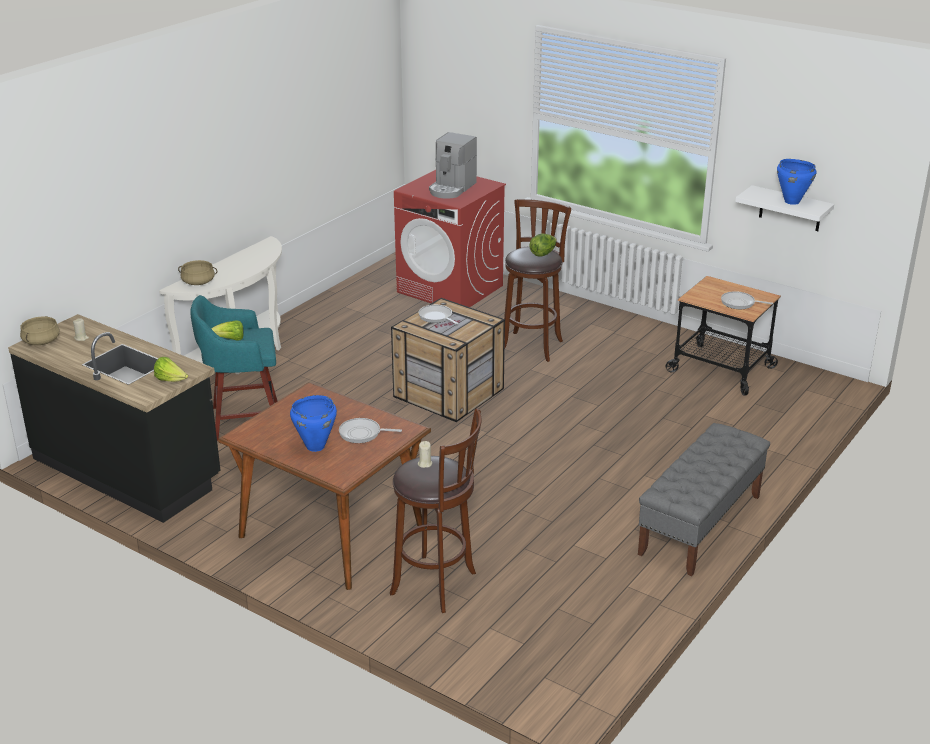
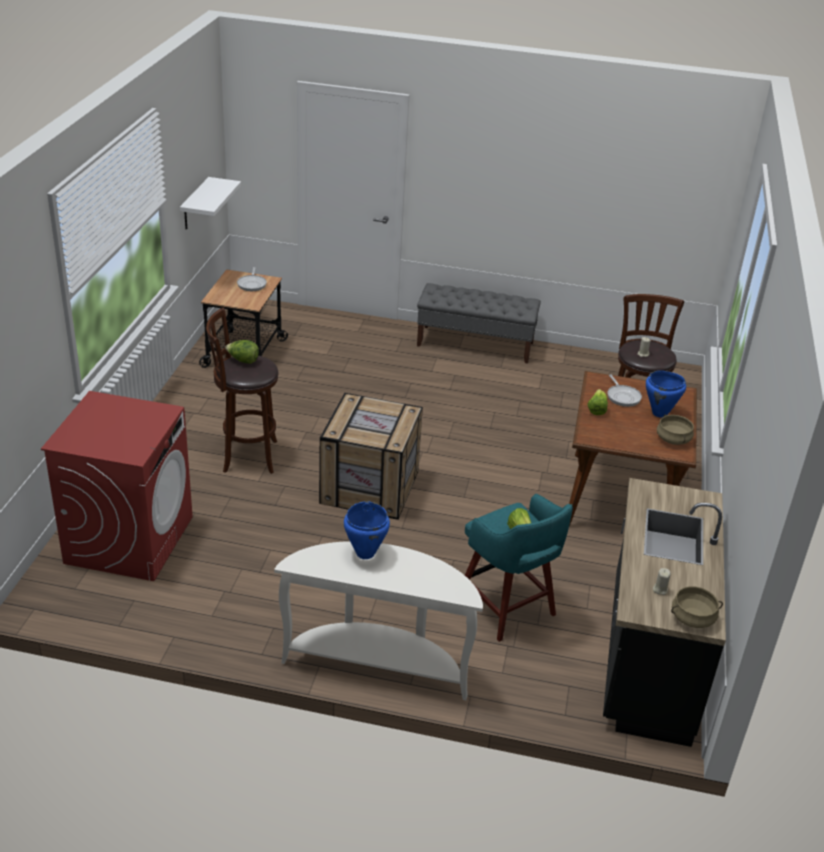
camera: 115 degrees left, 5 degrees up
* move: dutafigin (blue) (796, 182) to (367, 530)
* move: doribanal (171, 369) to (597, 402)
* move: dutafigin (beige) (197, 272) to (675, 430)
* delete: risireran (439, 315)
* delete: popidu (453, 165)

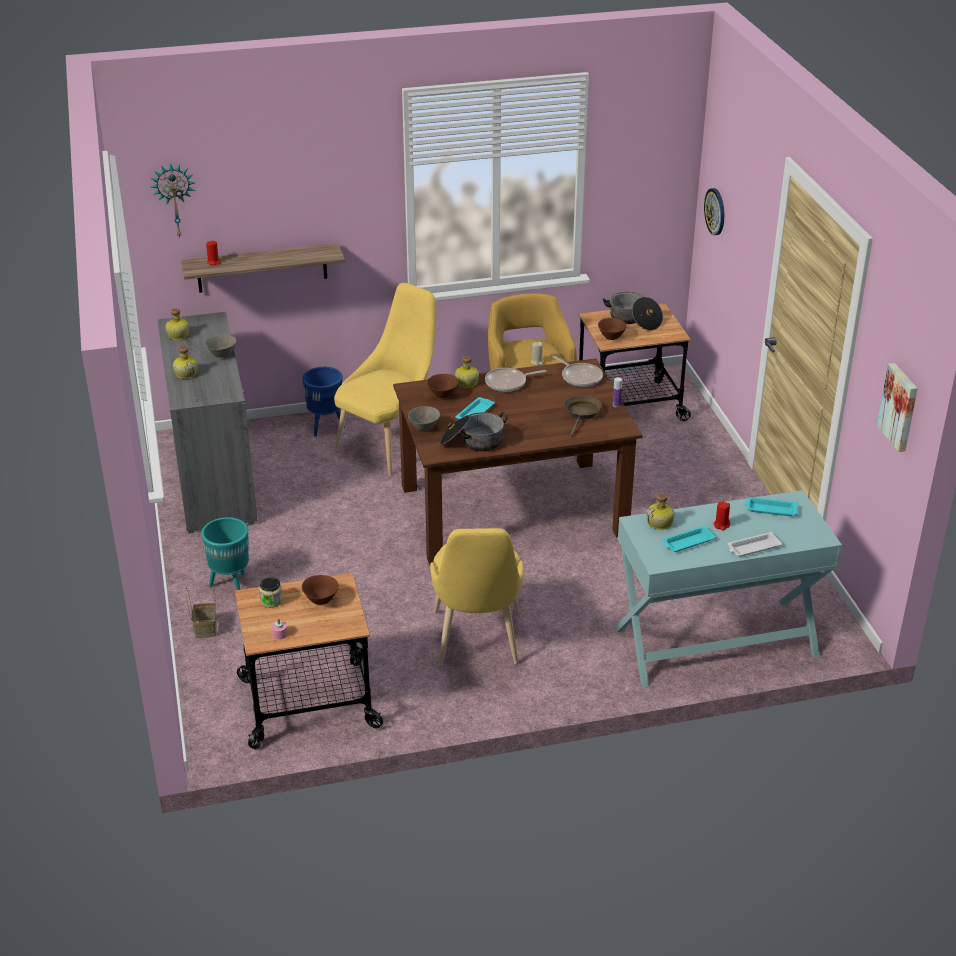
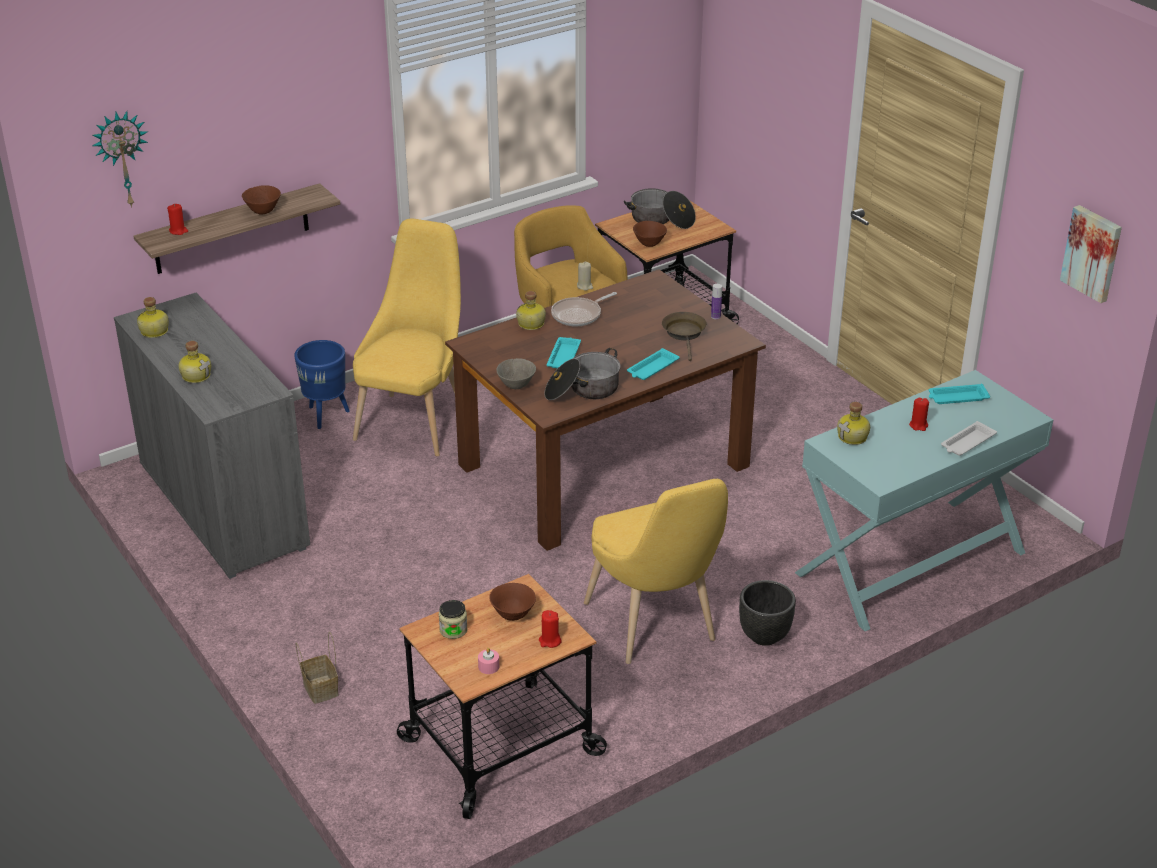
camera: 20 degrees left, 0 degrees up
* move: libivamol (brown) (442, 386) to (261, 200)
* insert: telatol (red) (550, 629)
* move: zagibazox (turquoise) (689, 539) to (653, 364)
* insert: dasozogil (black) (767, 613)
* delete: dasozogil (turquoise) (225, 553)
* delete: libivamol (grey) (220, 346)
* delete: risireran (578, 371)
* delete: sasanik (714, 211)

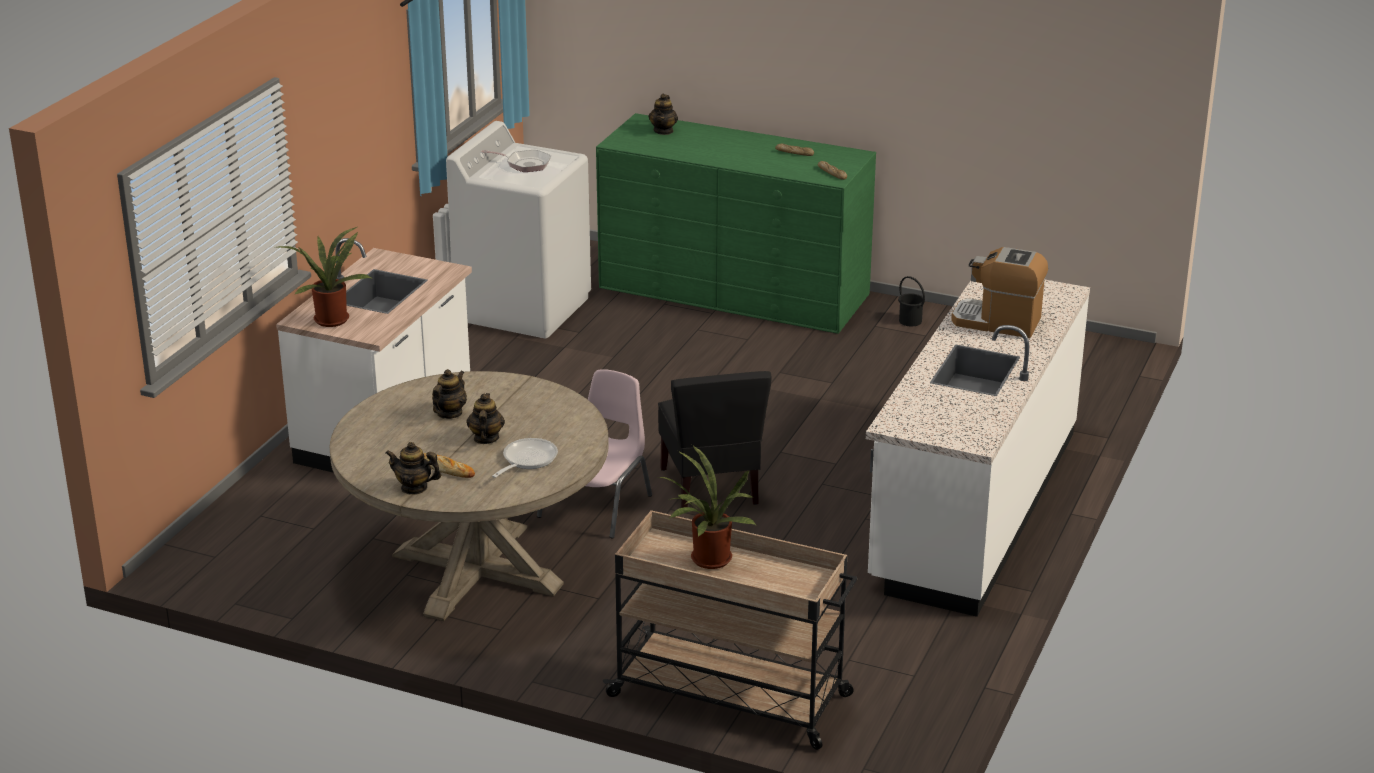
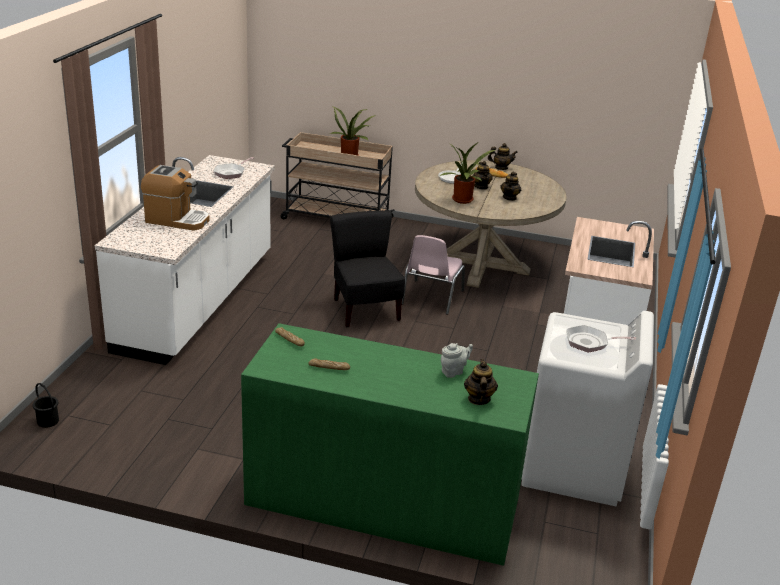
camera: 170 degrees right, 0 degrees up
* move: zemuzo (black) (911, 301) to (46, 405)
* insert: risireran (234, 168)
* move: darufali (324, 277) to (467, 173)
* insert: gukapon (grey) (457, 360)

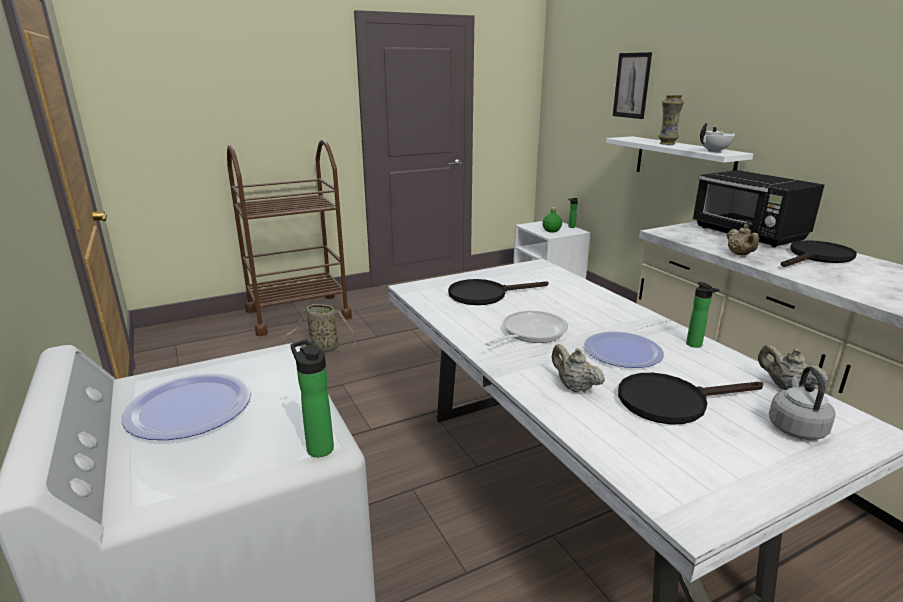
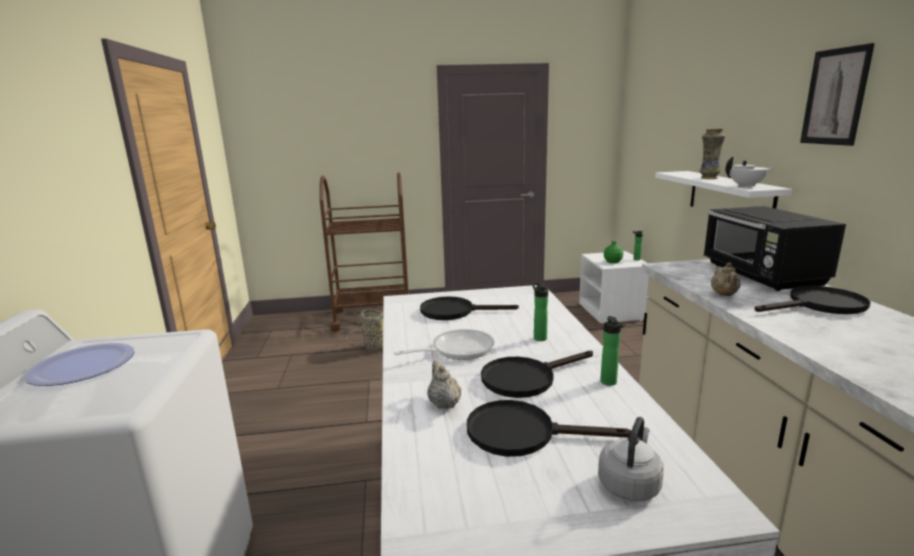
camera: 20 degrees right, 5 degrees down
* replace: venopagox (624, 350) to risireran (black) (537, 374)
* move: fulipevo (312, 398) to (540, 312)
* move: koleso (632, 85) to (837, 94)
* delete: gukapon (beige) (793, 367)

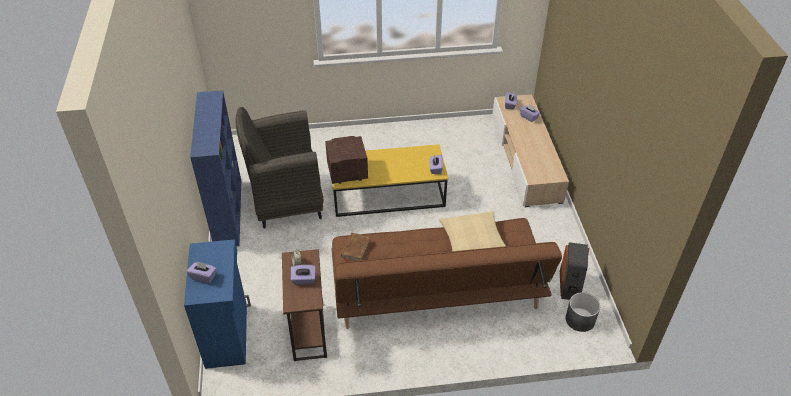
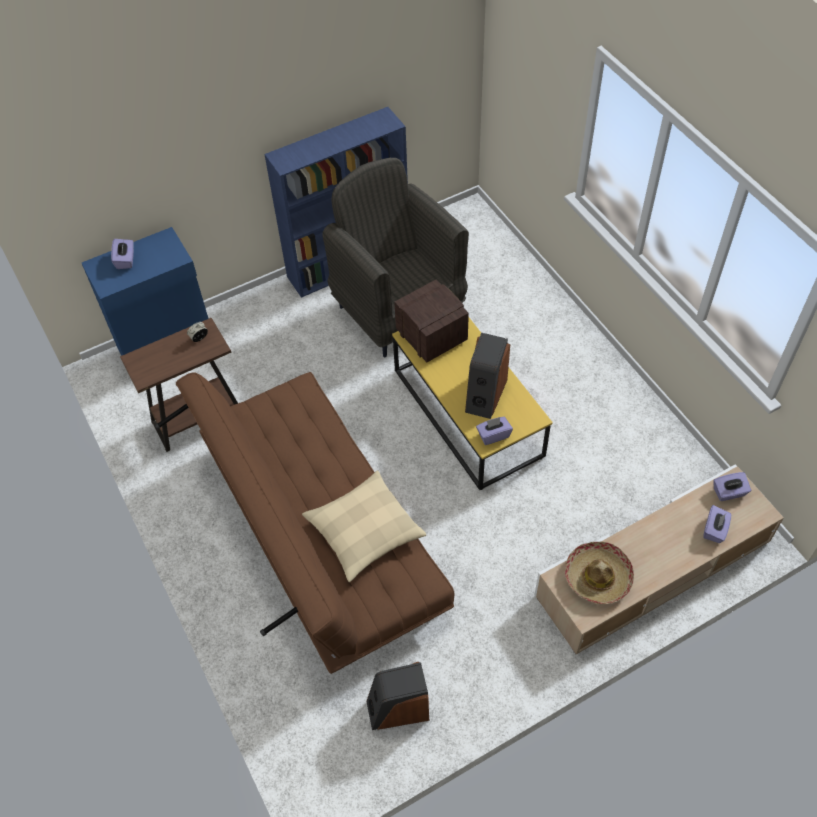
camera: 70 degrees right, 10 degrees up
* insert: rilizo (487, 375)
* insert: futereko (599, 573)
* delete: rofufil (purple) (303, 275)
* delete: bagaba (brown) (355, 247)
* delete: dasozogil (grey) (583, 312)

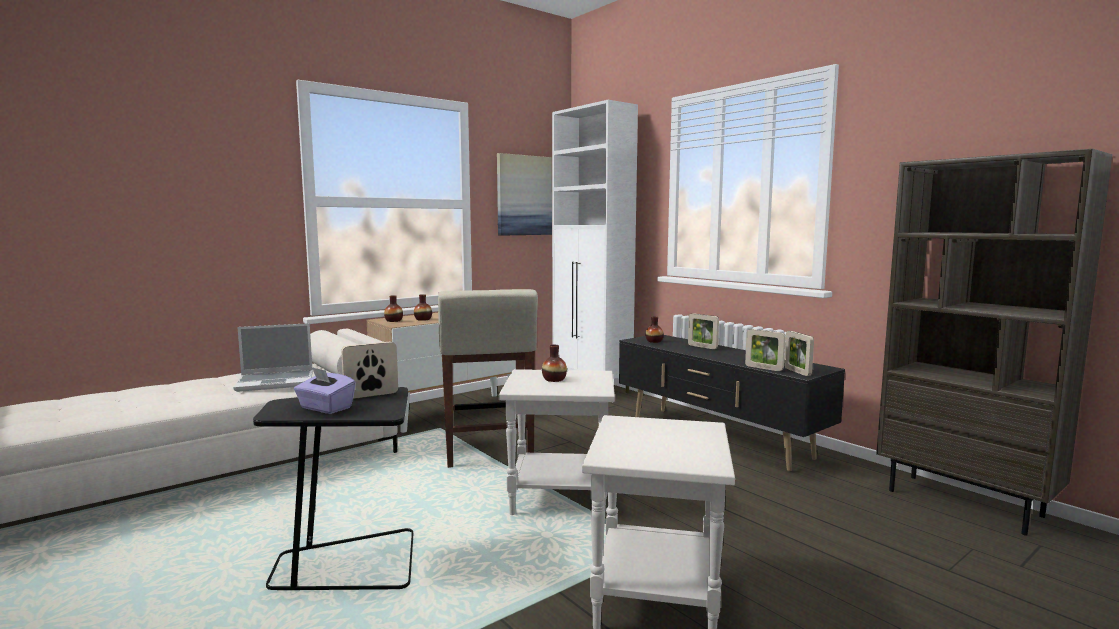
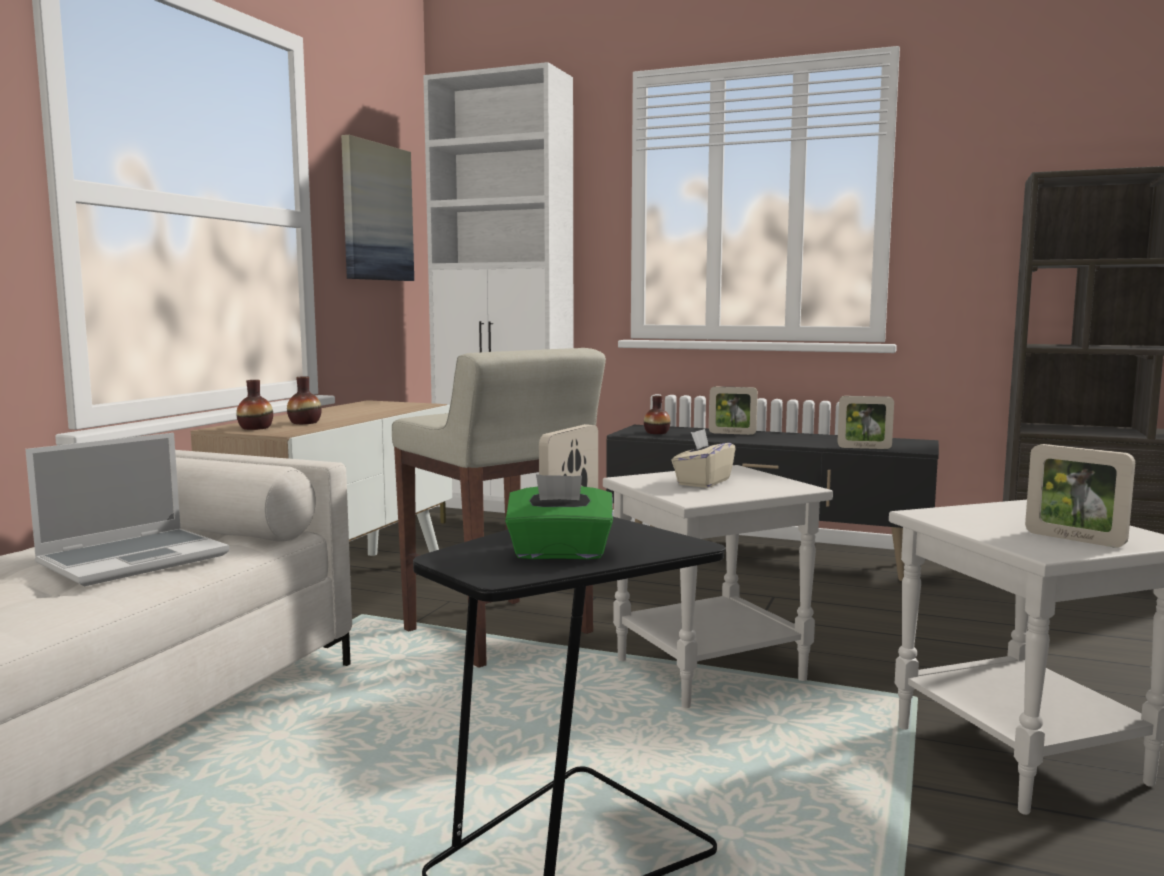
camera: 30 degrees left, 0 degrees up
* recolor: rofufil (purple) (325, 390) to rofufil (green) (559, 516)
* replace: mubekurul (554, 363) to rofufil (beige) (703, 458)
* move: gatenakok (799, 353) to (1080, 496)

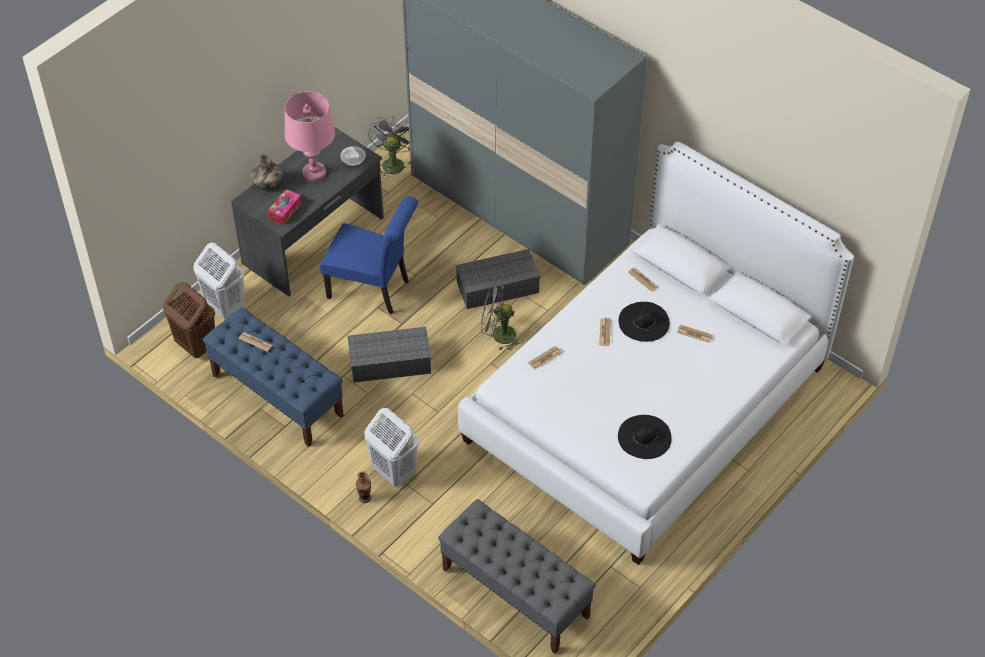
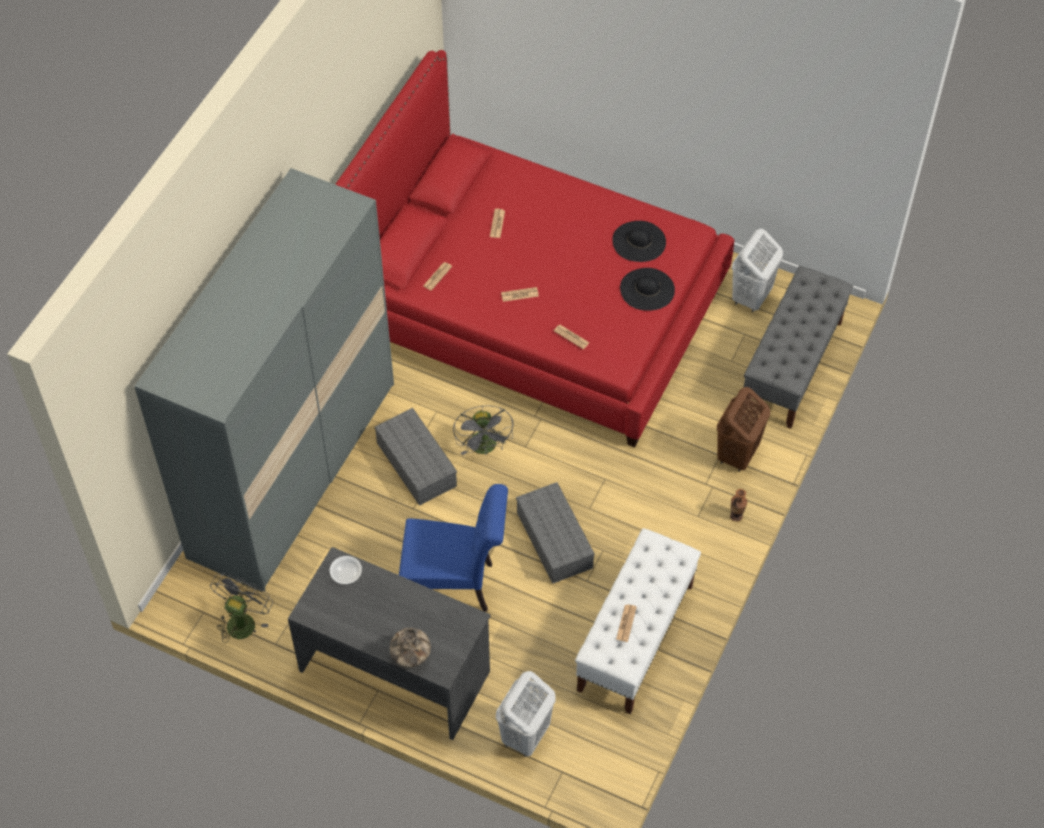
camera: 105 degrees left, 5 degrees up
* rotate: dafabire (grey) (389, 147) = (241, 608) 120 degrees clockwise
* recolor: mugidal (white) (656, 353) to mugidal (red) (534, 248)
* rotate: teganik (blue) (369, 255) = (453, 548) 90 degrees clockwise
* recolor: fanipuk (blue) (273, 377) to fanipuk (white) (638, 621)
* move: futereko (black) (644, 322) to (647, 289)
* move: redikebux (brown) (189, 320) to (743, 429)
* move: redikebux (white) (391, 447) to (757, 270)
* delete: rofufil (284, 207)
* delete: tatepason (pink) (310, 136)

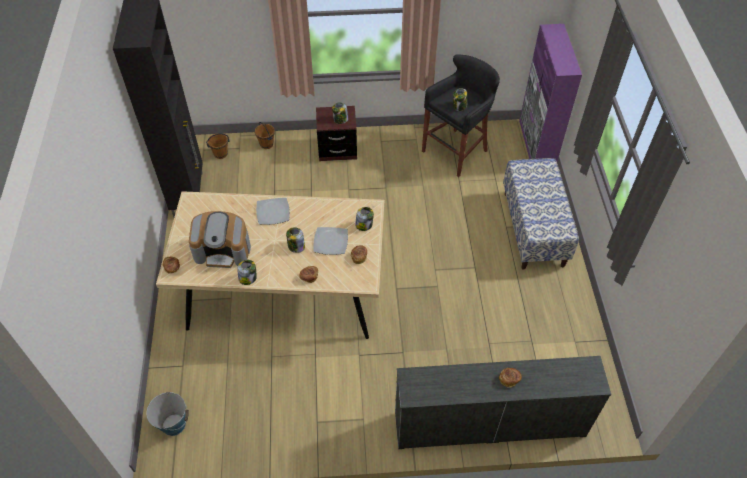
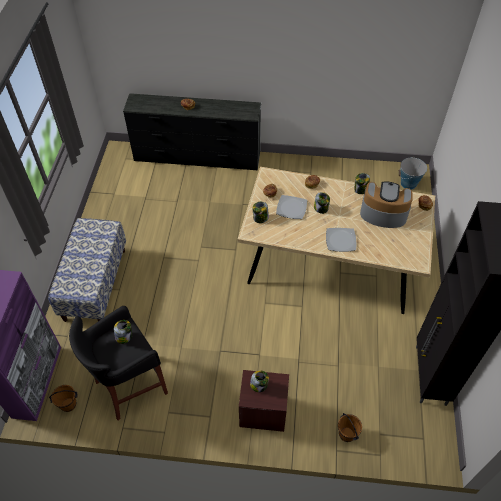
camera: 170 degrees left, 0 degrees up
* move: zemuzo (brown) (218, 146) to (63, 398)

